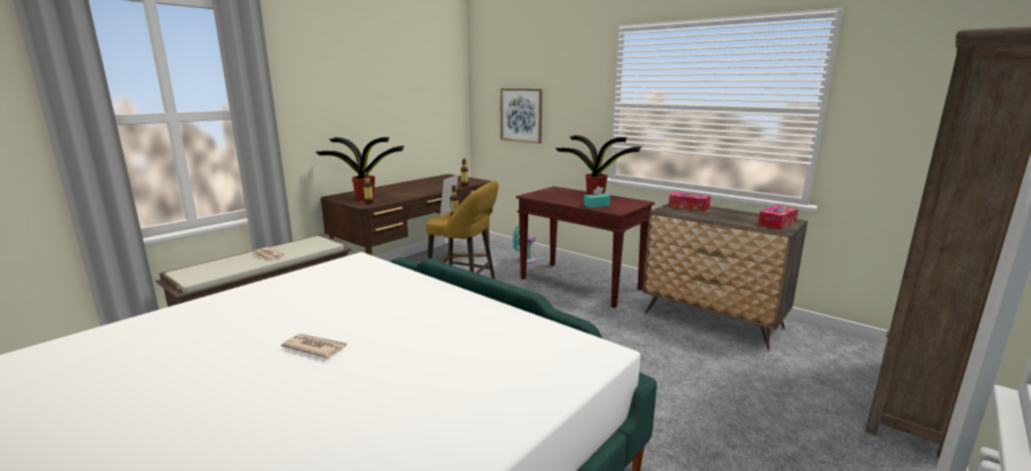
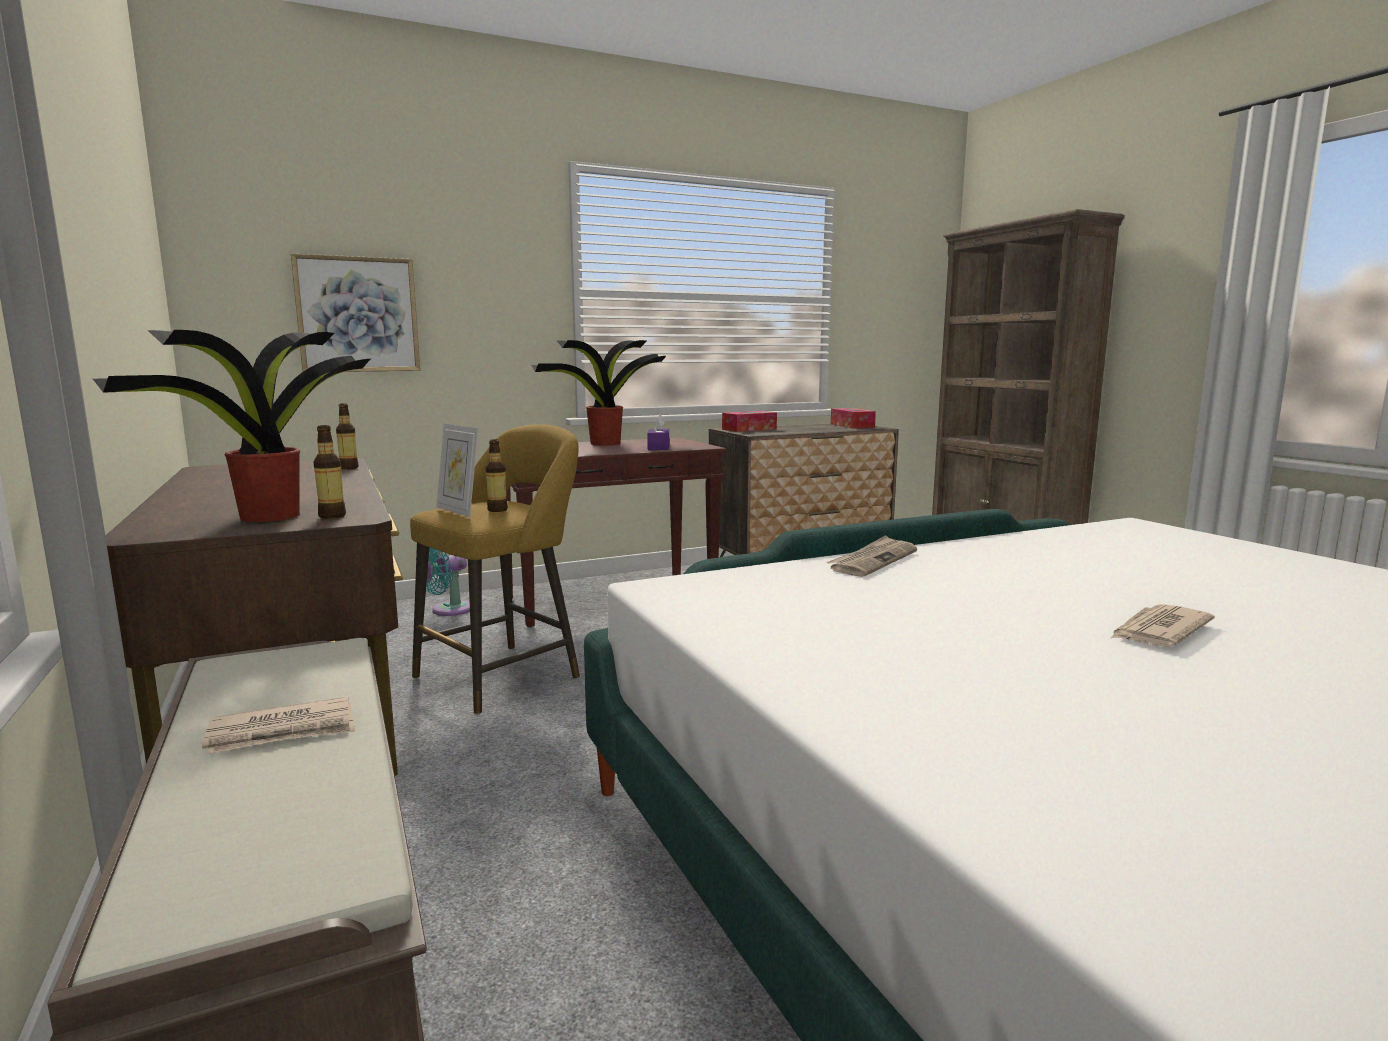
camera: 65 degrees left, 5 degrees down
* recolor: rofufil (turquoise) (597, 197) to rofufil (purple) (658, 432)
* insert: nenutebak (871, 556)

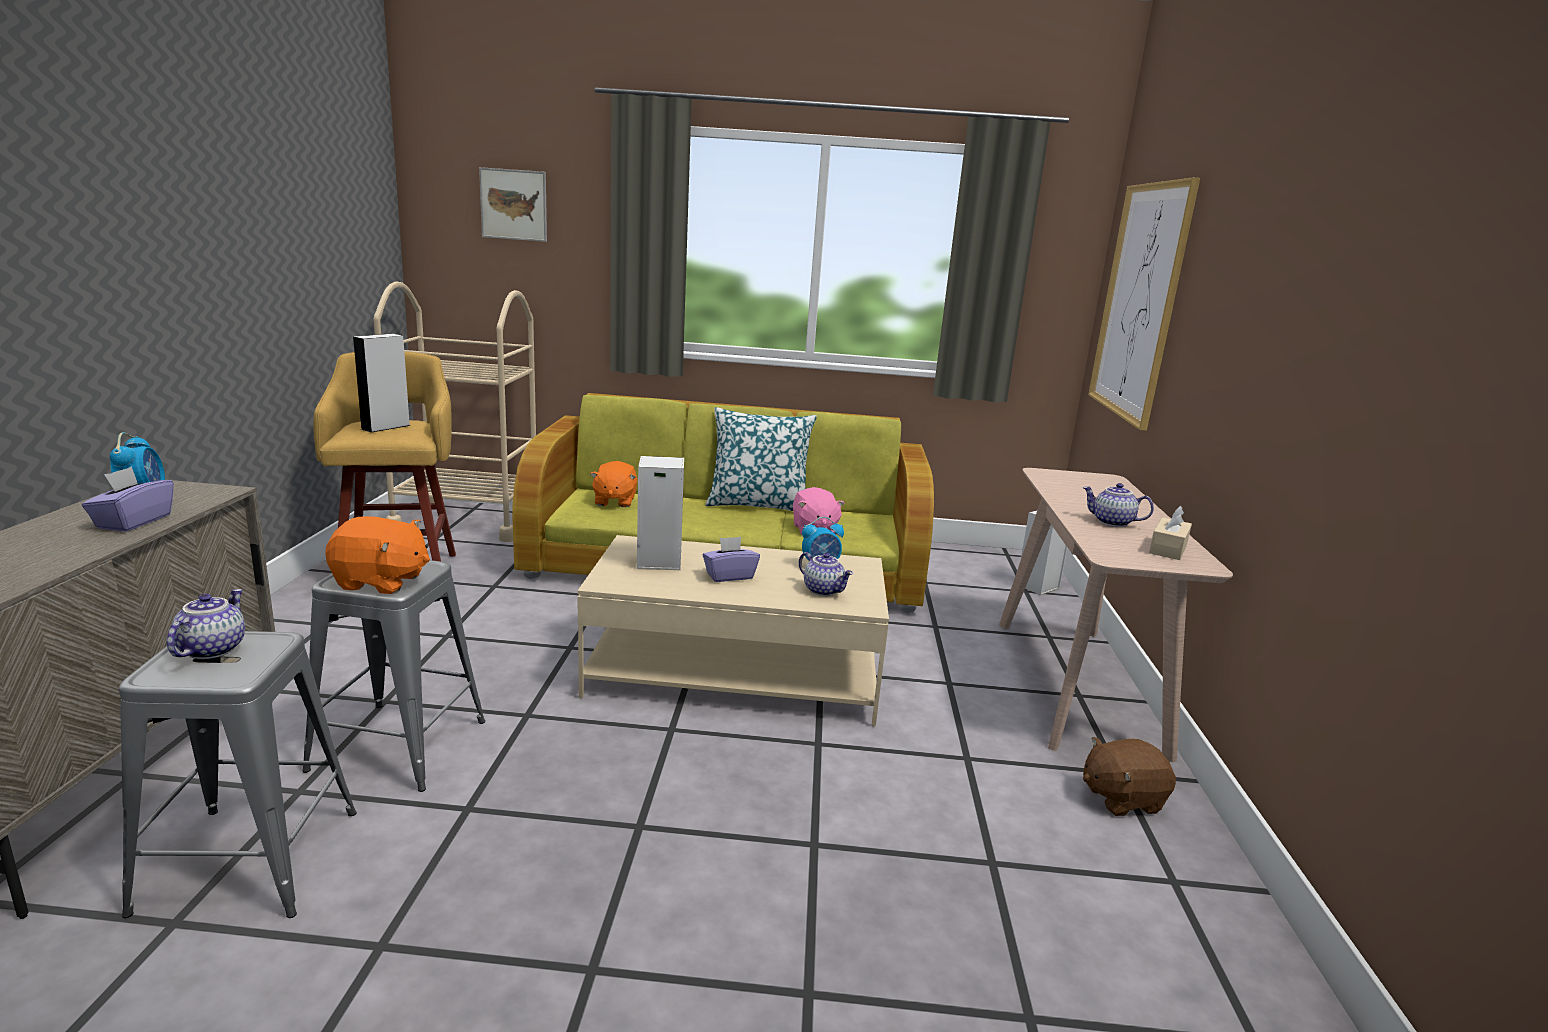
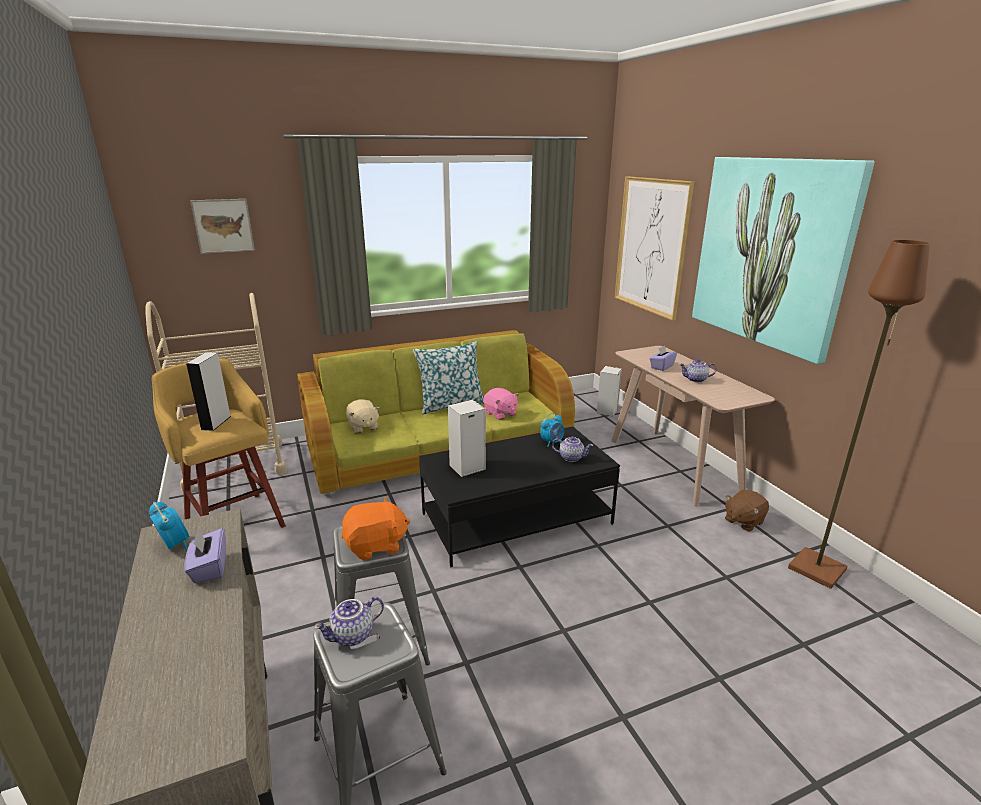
camera: 25 degrees left, 5 degrees up
* rotate: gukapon (206, 624) = (349, 621) 105 degrees counterclockwise
* recolor: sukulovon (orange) (613, 484) to sukulovon (beige) (363, 416)
* recolor: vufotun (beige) (733, 631) to vufotun (black) (519, 497)
* move: rofufil (purple) (731, 559) to (663, 358)
* insert: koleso (783, 260)
* insert: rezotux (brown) (859, 414)
* delete: rofufil (beige) (1170, 533)

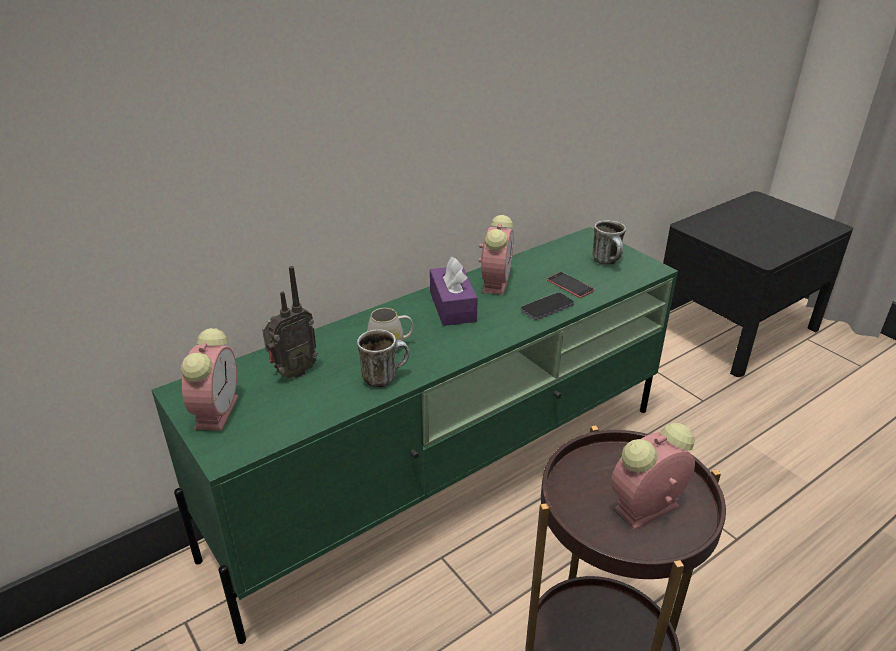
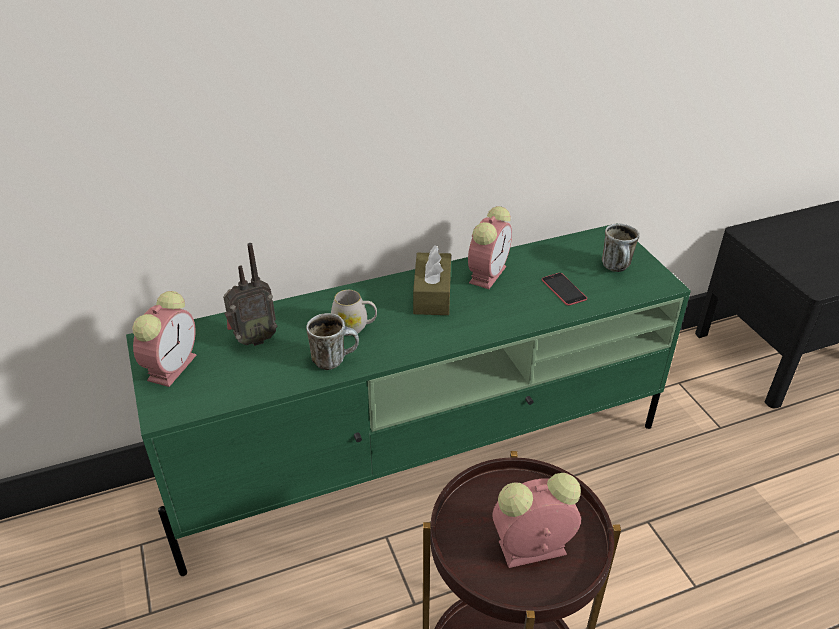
camera: 15 degrees right, 5 degrees up
* recolor: rofufil (purple) (454, 291) to rofufil (brown) (432, 280)
* delete: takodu (547, 306)

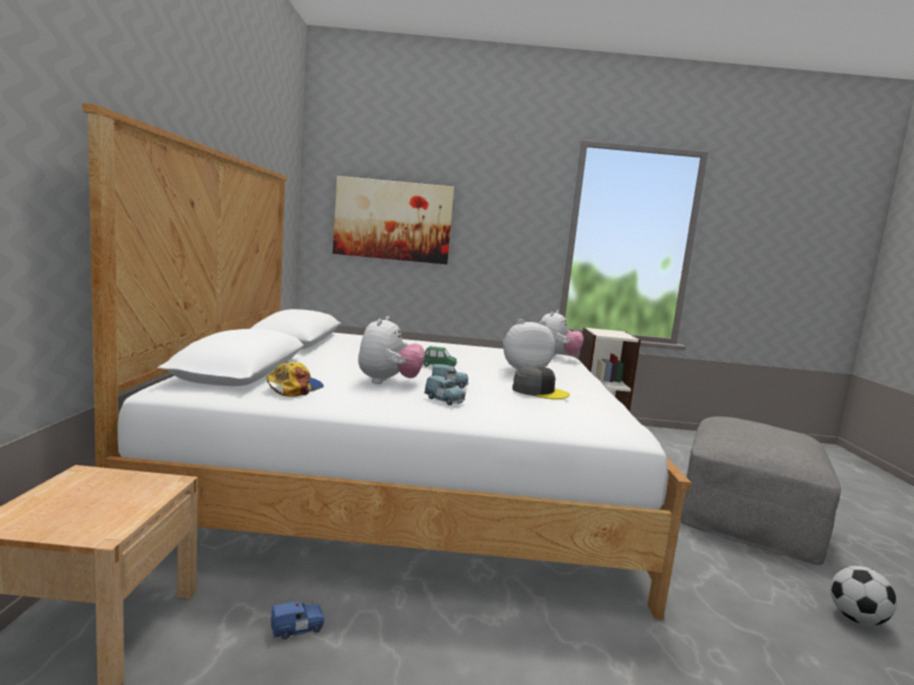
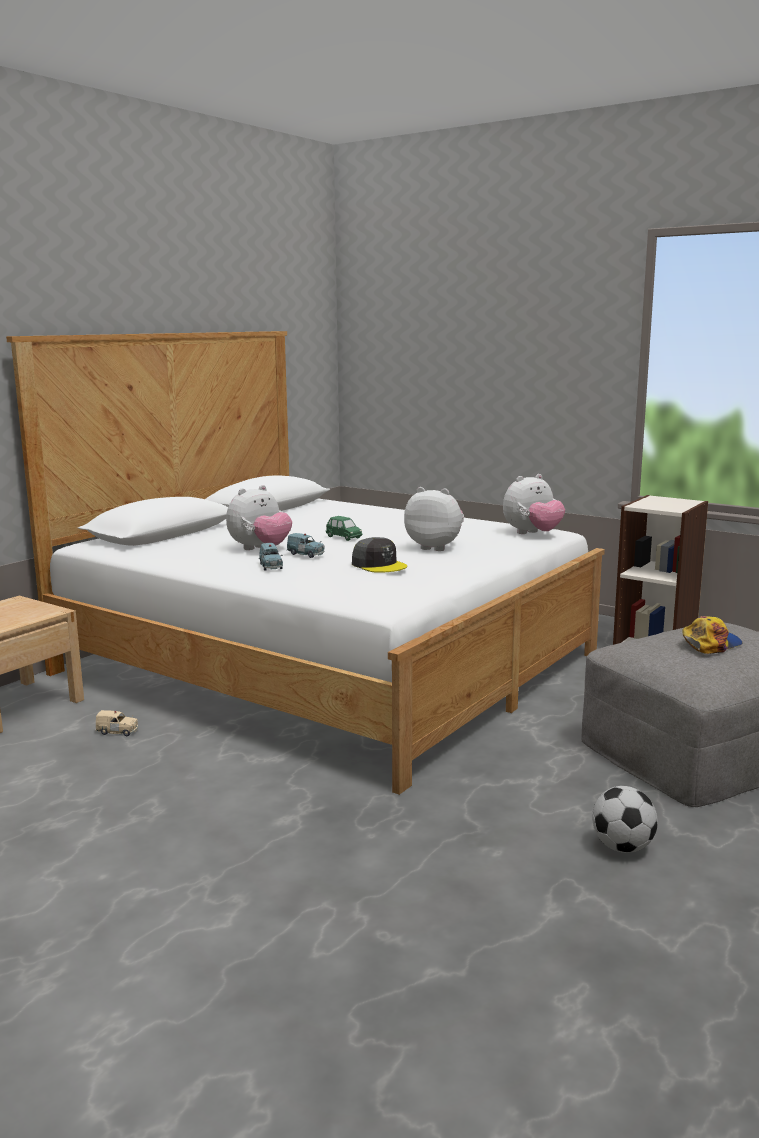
camera: 35 degrees right, 5 degrees up
* recolor: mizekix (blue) (297, 620) to mizekix (beige) (117, 723)
* move: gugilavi (295, 379) to (712, 635)
* delete: koleso (393, 220)

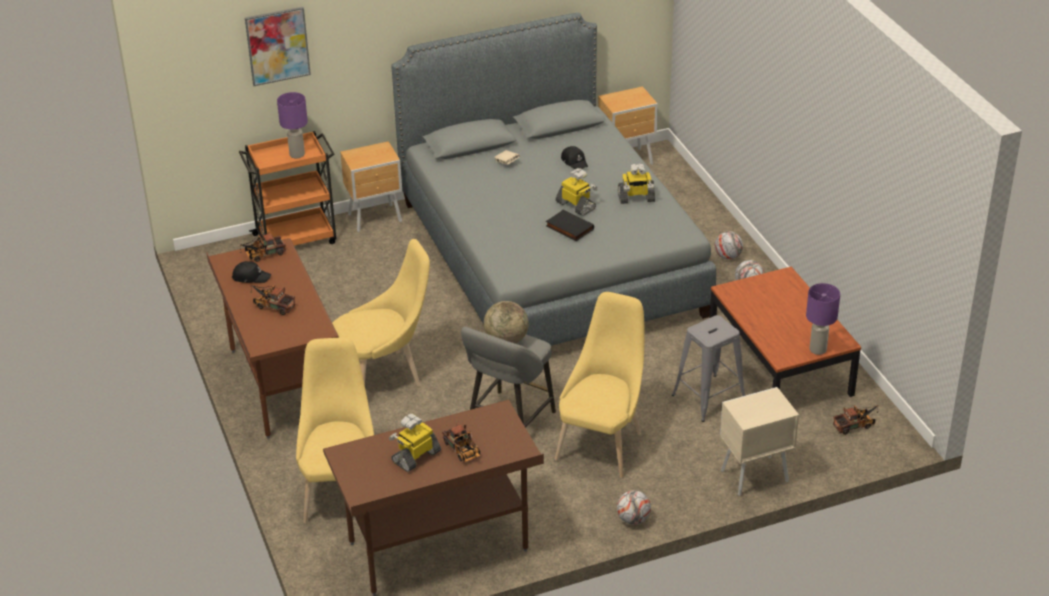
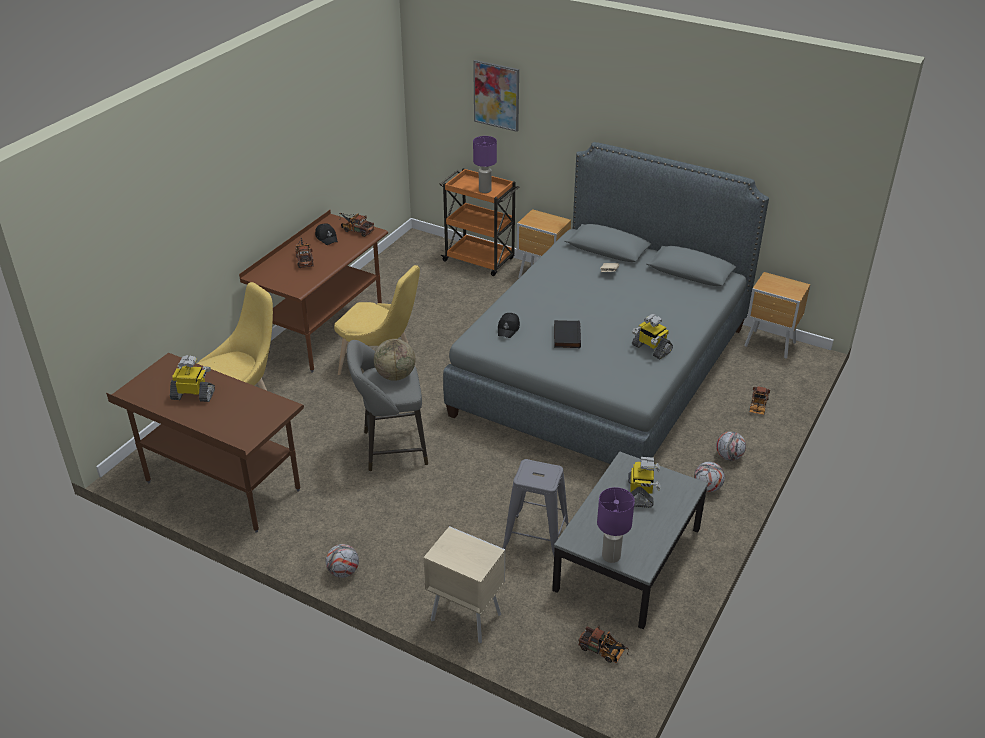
camera: 50 degrees right, 0 degrees up
* move: gugilavi (black) (574, 157) to (509, 325)
* recolor: vufotun (brown) (785, 332) to vufotun (grey) (630, 540)
* move: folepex (577, 192) to (644, 482)
* move: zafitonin (461, 443) to (759, 401)
* delete: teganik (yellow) (599, 385)

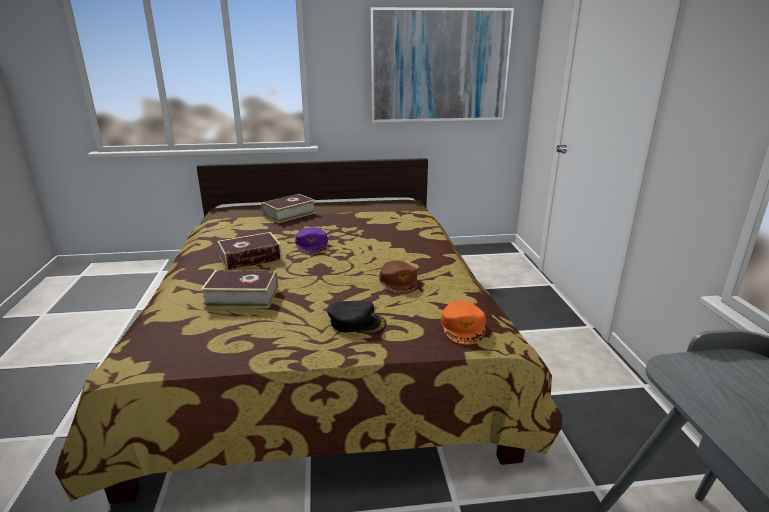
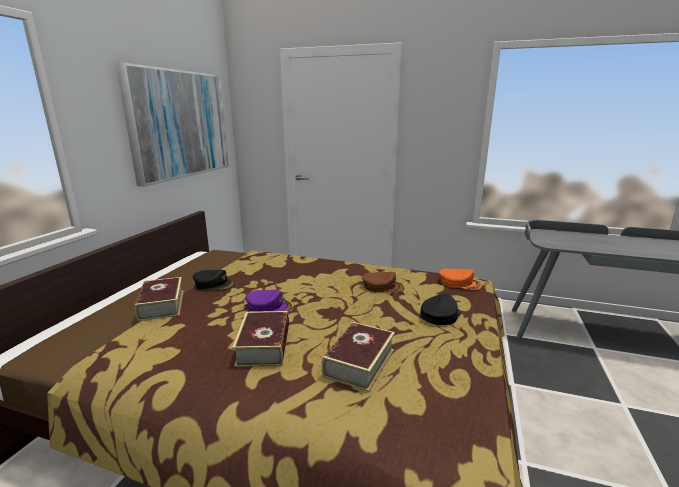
camera: 65 degrees left, 5 degrees down
* insert: gugilavi (black) (214, 280)

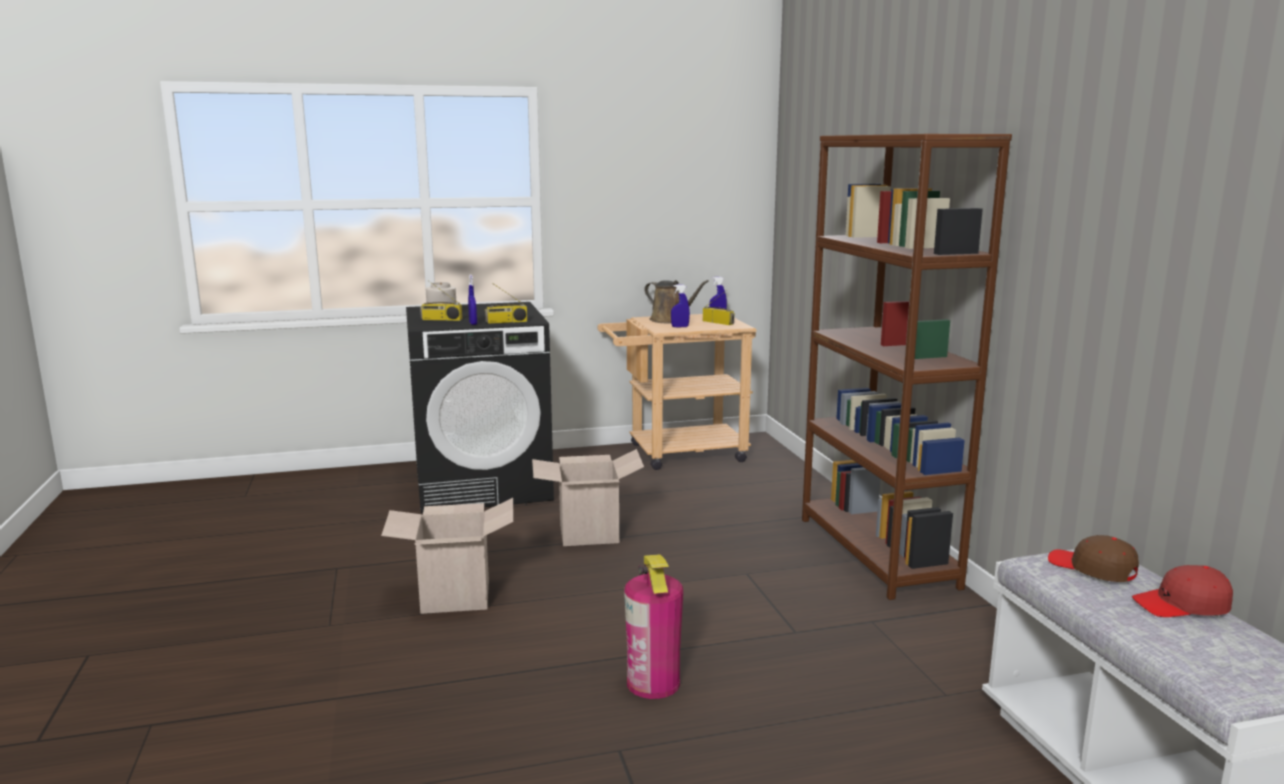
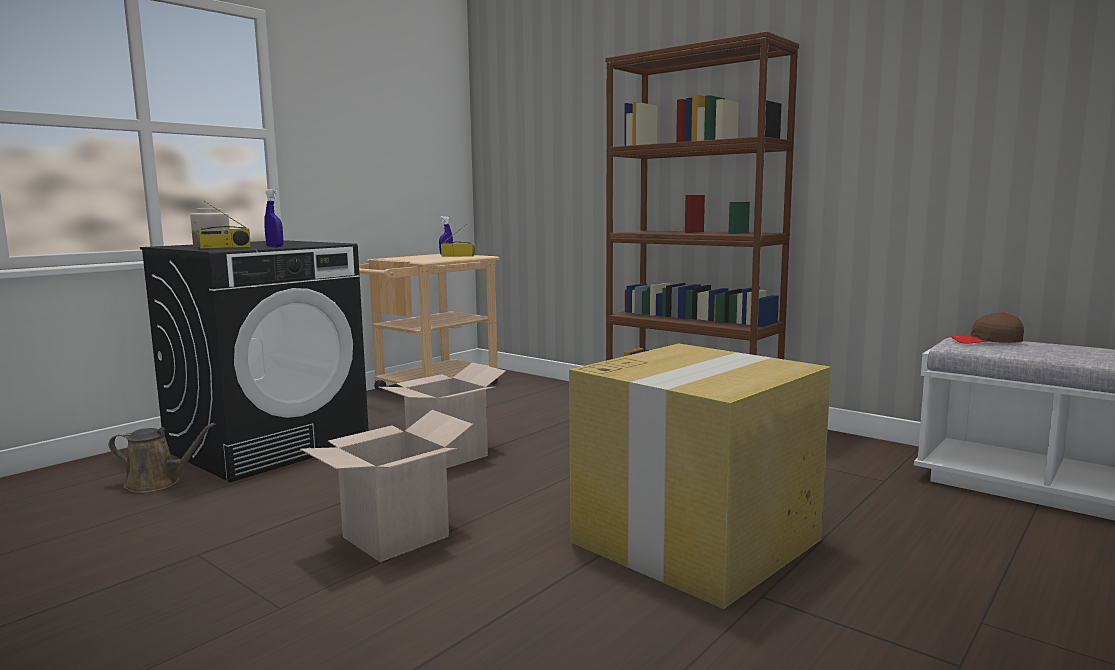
camera: 35 degrees left, 5 degrees down
* move: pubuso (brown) (676, 301) to (162, 458)
* replace: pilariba (653, 626) to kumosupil (700, 476)
* delete: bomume (506, 303)
* delete: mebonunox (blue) (680, 306)
* delete: gugilavi (red) (1182, 591)

